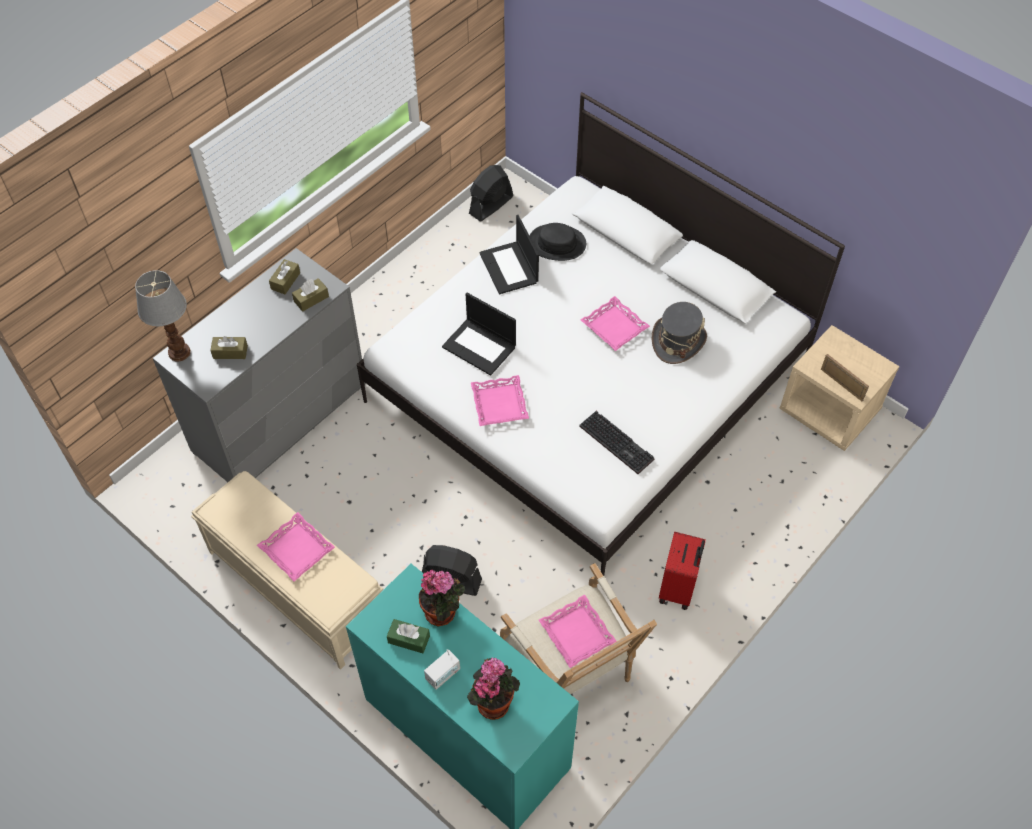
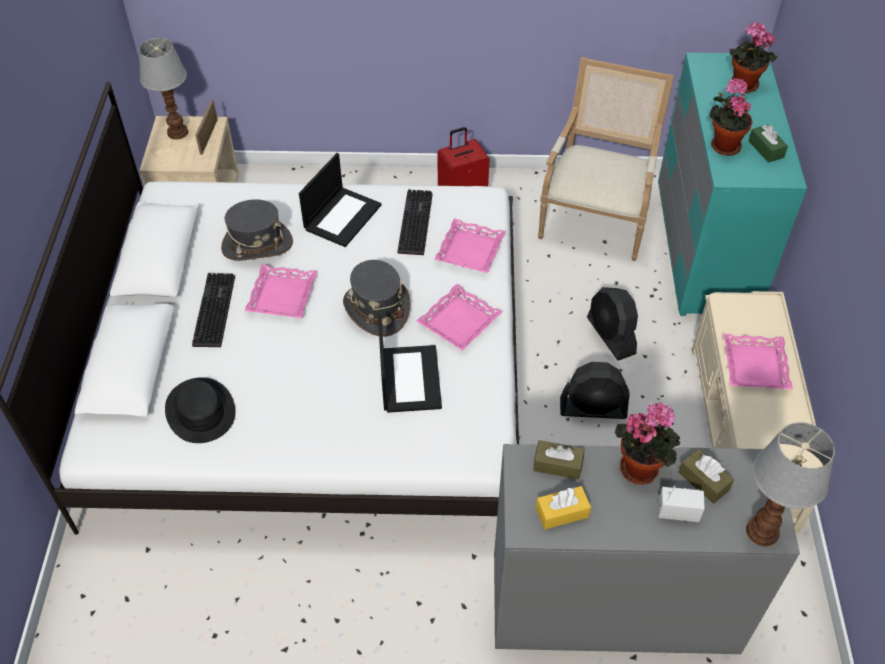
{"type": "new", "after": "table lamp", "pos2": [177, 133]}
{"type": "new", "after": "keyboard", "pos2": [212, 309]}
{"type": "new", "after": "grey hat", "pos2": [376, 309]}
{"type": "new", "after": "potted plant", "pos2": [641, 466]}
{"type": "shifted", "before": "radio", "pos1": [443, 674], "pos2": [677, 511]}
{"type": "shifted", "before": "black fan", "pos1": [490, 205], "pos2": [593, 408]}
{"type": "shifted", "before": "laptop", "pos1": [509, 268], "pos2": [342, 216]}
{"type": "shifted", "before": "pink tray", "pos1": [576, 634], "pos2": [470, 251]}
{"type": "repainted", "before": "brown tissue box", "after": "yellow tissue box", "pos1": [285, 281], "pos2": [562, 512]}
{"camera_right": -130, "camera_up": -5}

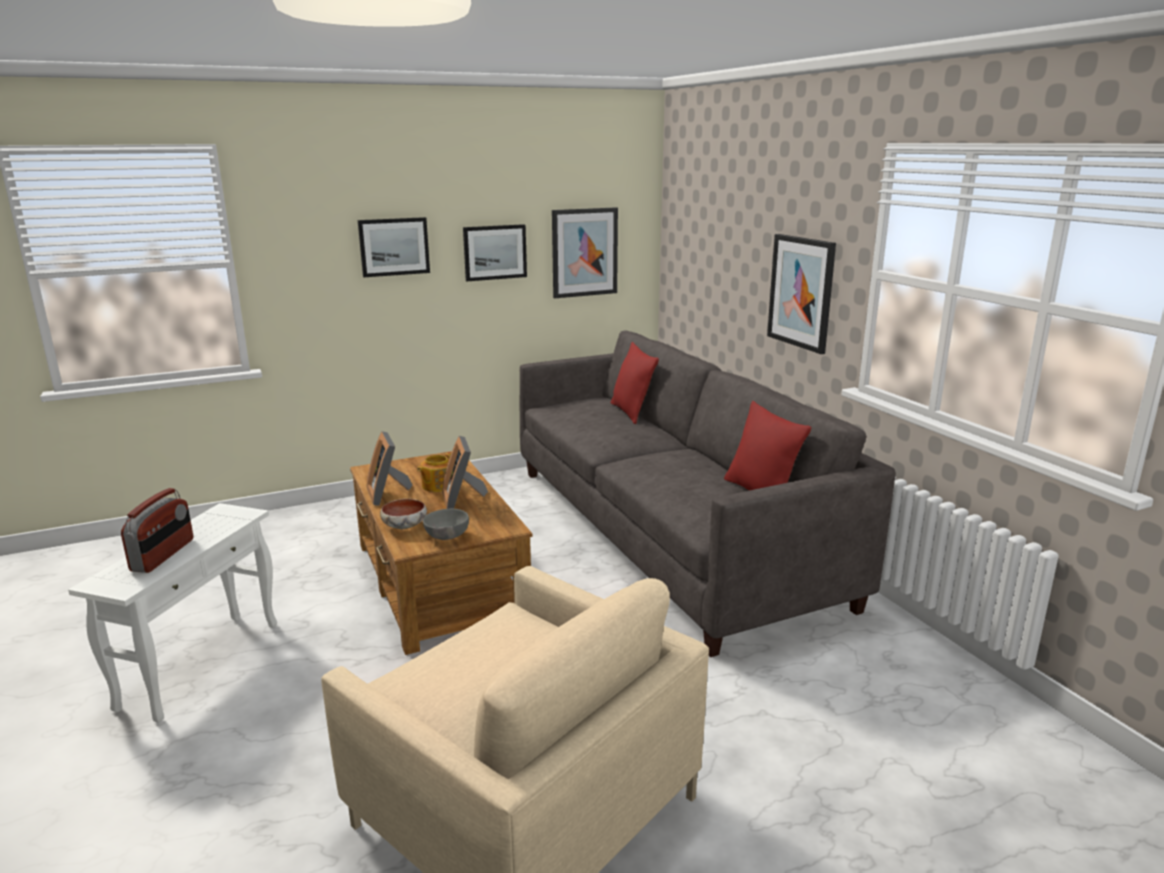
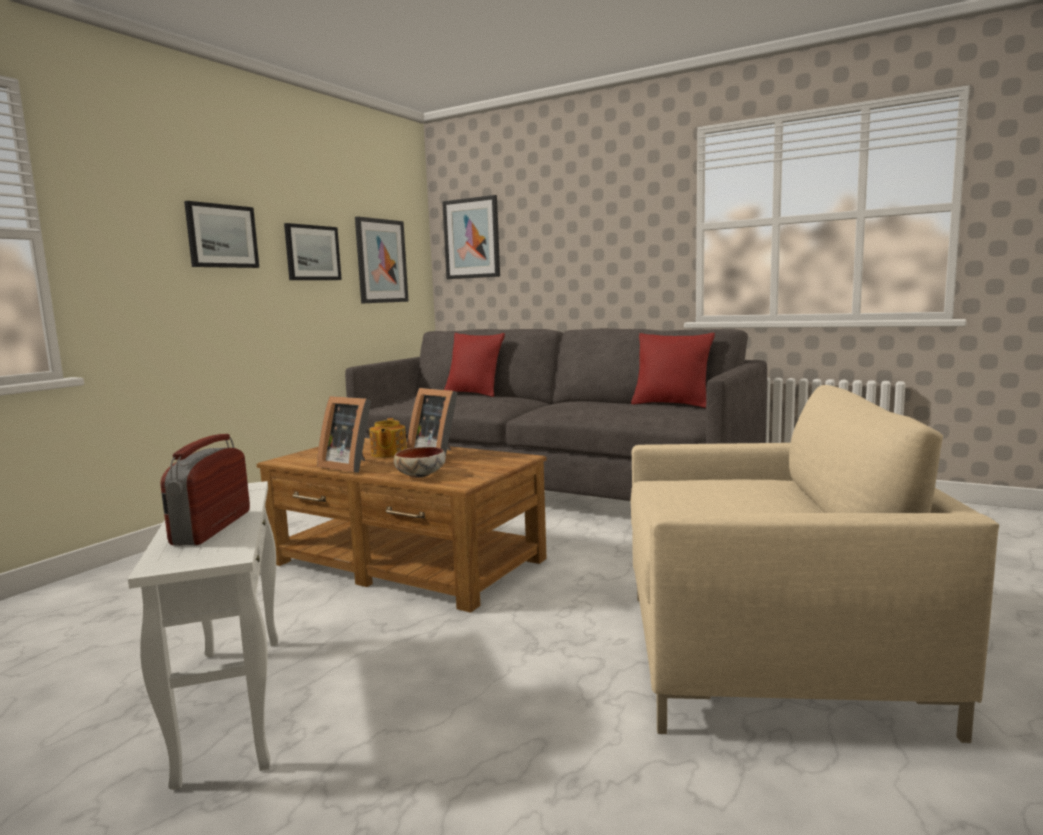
{"type": "gone", "before": "grey bowl", "pos1": [446, 537]}
{"type": "shifted", "before": "picture", "pos1": [801, 292], "pos2": [472, 238]}
{"type": "rotated", "before": "radio", "pos1": [163, 555], "pos2": [211, 528], "turn": -150}
{"camera_right": -35, "camera_up": -10}

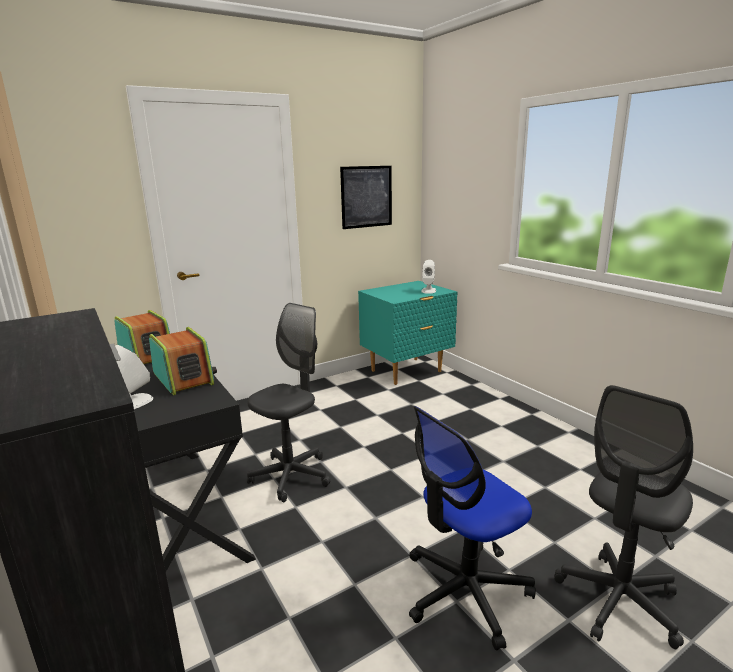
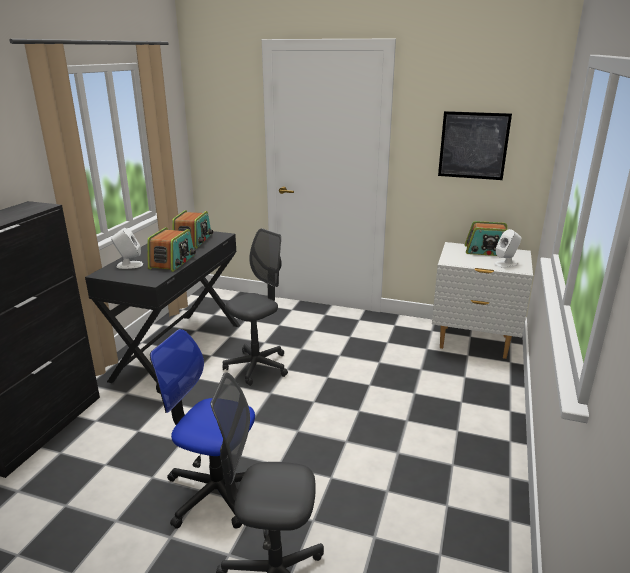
{"type": "new", "after": "radio", "pos2": [487, 251]}
{"type": "repainted", "before": "turquoise nightstand", "after": "white nightstand", "pos1": [406, 371], "pos2": [473, 342]}
{"type": "rotated", "before": "grey office chair", "pos1": [291, 476], "pos2": [257, 367], "turn": -45}
{"camera_right": 50, "camera_up": 5}

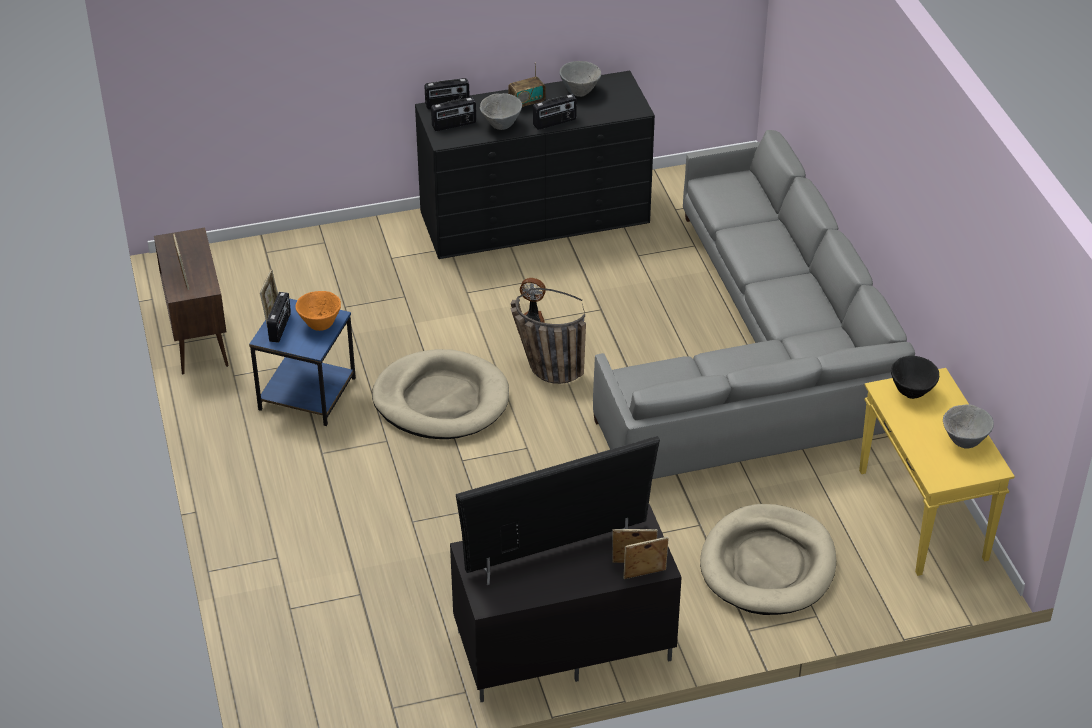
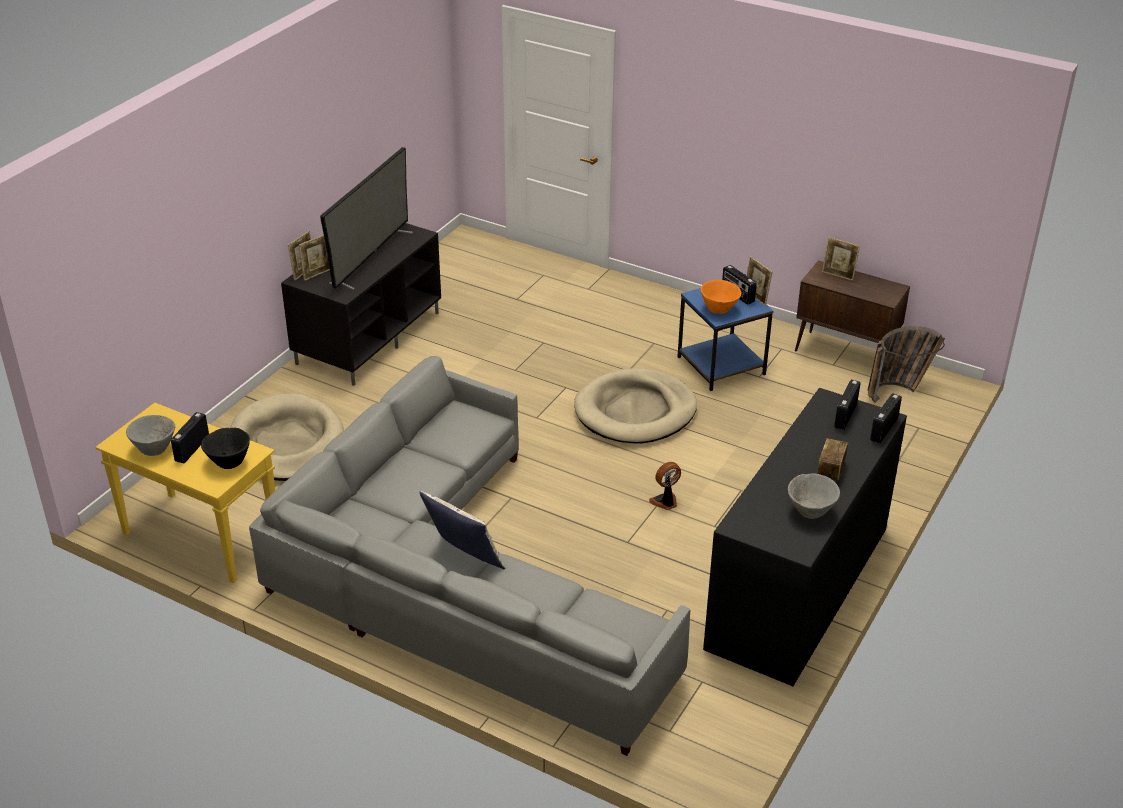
{"type": "gone", "before": "grey bowl", "pos1": [501, 125]}
{"type": "new", "after": "pillow", "pos2": [464, 559]}
{"type": "shifted", "before": "basket", "pos1": [544, 369], "pos2": [898, 391]}
{"type": "shifted", "before": "radio", "pos1": [555, 122], "pos2": [191, 448]}
{"camera_right": 135, "camera_up": -5}

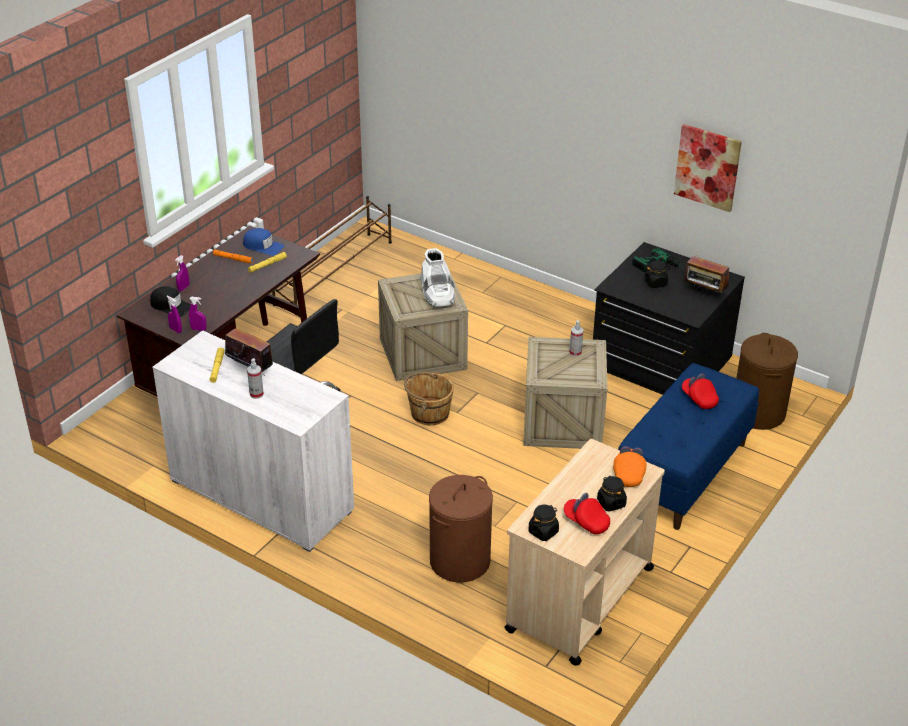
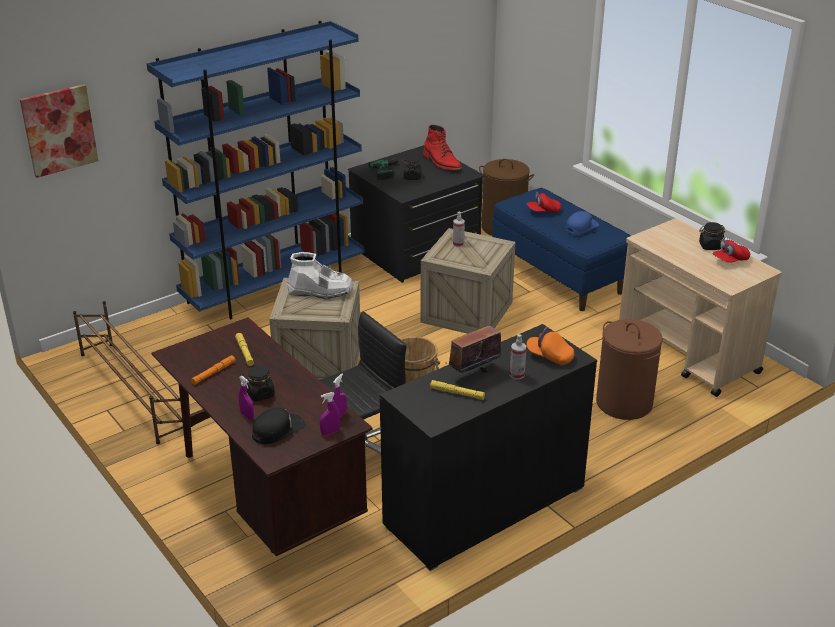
{"type": "new", "after": "blue bookcase", "pos2": [274, 287]}
{"type": "shifted", "before": "blue cap", "pos1": [263, 246], "pos2": [581, 227]}
{"type": "shifted", "before": "black jar", "pos1": [543, 532], "pos2": [260, 394]}
{"type": "shifted", "before": "orange cap", "pos1": [628, 473], "pos2": [550, 356]}
{"type": "shifted", "before": "picture", "pos1": [707, 167], "pos2": [59, 130]}
{"type": "swapped", "before": "radio", "after": "red boot", "pos1": [704, 294], "pos2": [442, 163]}
{"type": "repainted", "before": "white cabinet", "after": "black cabinet", "pos1": [261, 495], "pos2": [484, 507]}
{"camera_right": -70, "camera_up": -5}

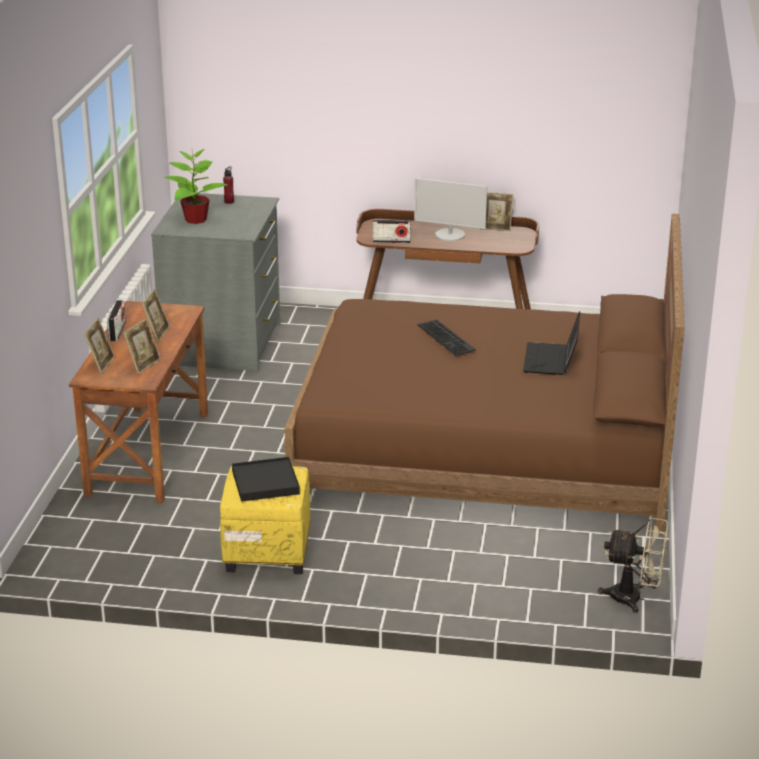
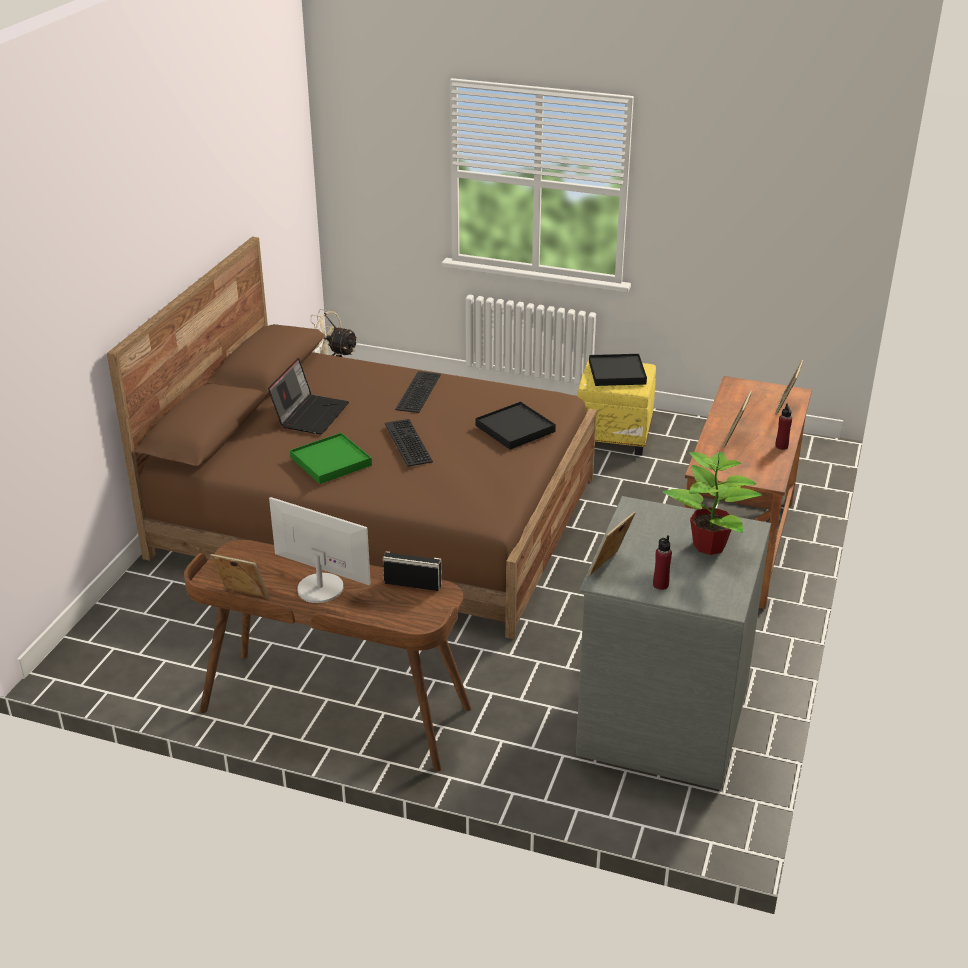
{"type": "new", "after": "green tray", "pos2": [331, 461]}
{"type": "new", "after": "keyboard", "pos2": [417, 391]}
{"type": "new", "after": "black tray", "pos2": [515, 428]}
{"type": "shifted", "before": "picture frame", "pos1": [144, 365], "pos2": [610, 566]}
{"type": "swapped", "before": "radio", "after": "red bottle", "pos1": [117, 331], "pos2": [781, 446]}
{"camera_right": -170, "camera_up": 5}

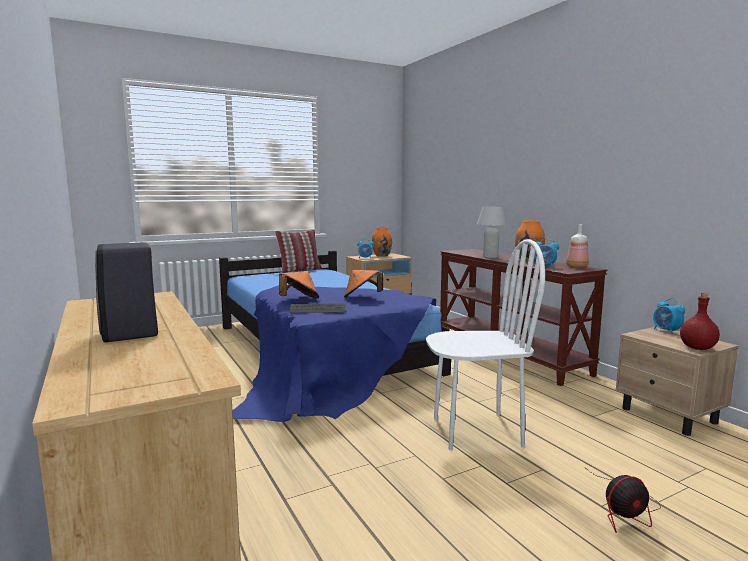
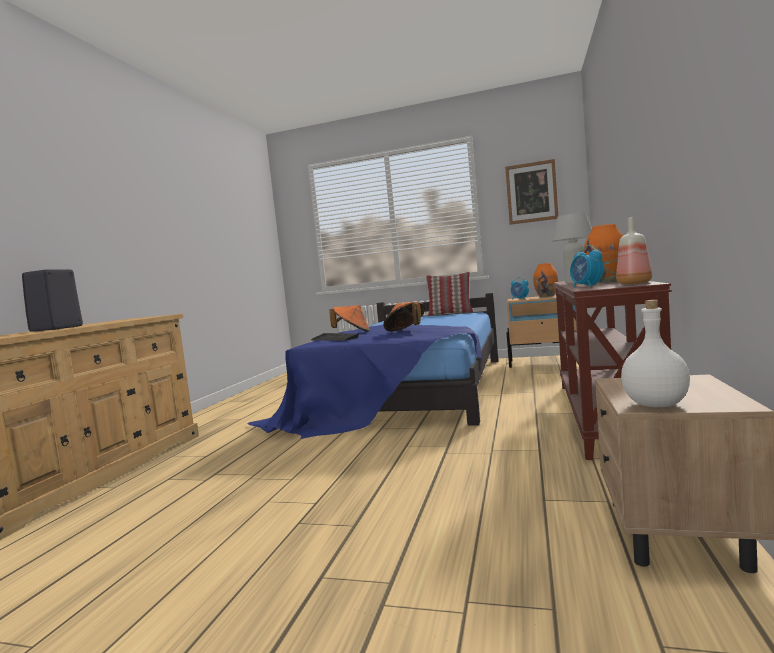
{"type": "gone", "before": "white chair", "pos1": [476, 431]}
{"type": "gone", "before": "fan", "pos1": [625, 510]}
{"type": "gone", "before": "alarm clock", "pos1": [666, 331]}
{"type": "new", "after": "picture", "pos2": [531, 192]}
{"type": "repainted", "before": "red bottle", "after": "white bottle", "pos1": [698, 348], "pos2": [657, 405]}
{"camera_right": 45, "camera_up": -5}

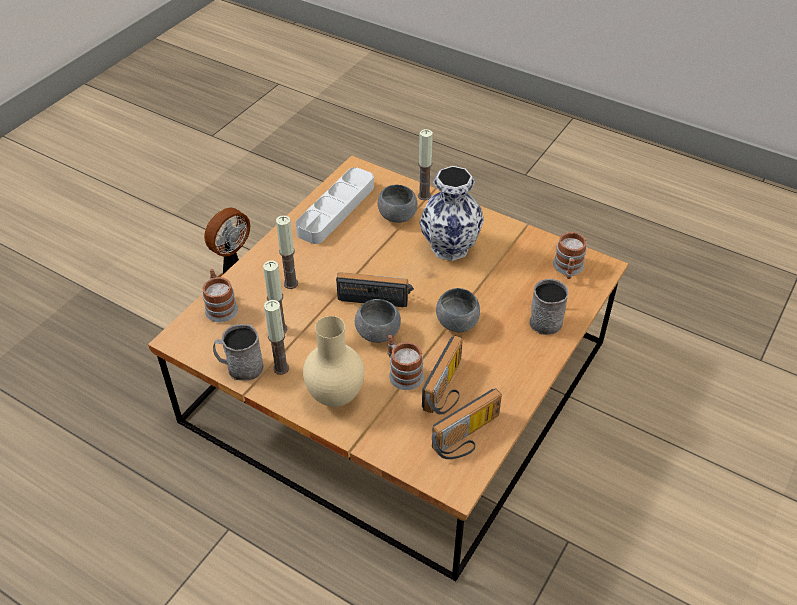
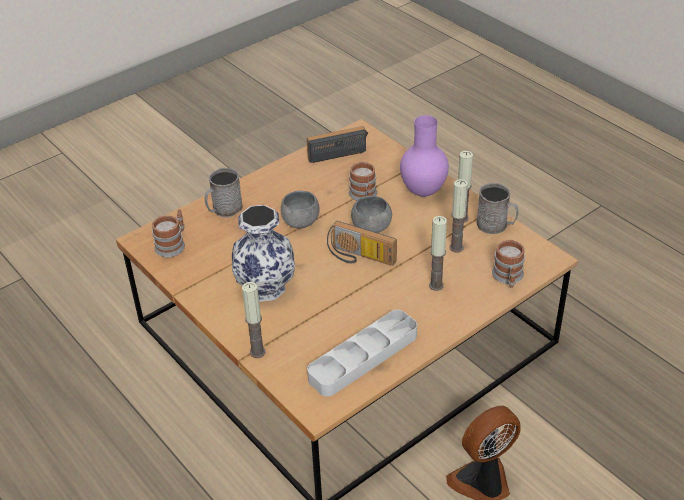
{"type": "gone", "before": "grey bowl", "pos1": [397, 216]}
{"type": "gone", "before": "radio", "pos1": [448, 389]}
{"type": "repainted", "before": "beige vase", "after": "purple vase", "pos1": [336, 398], "pos2": [423, 191]}
{"camera_right": -160, "camera_up": -5}

